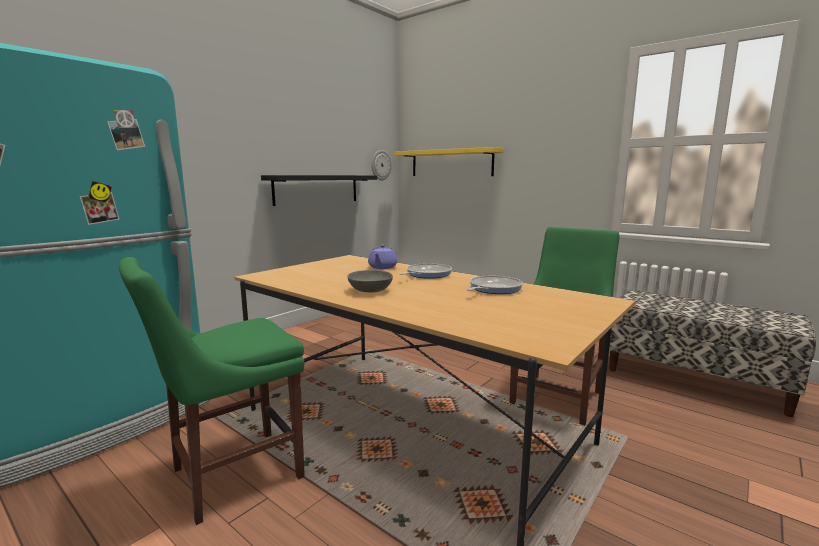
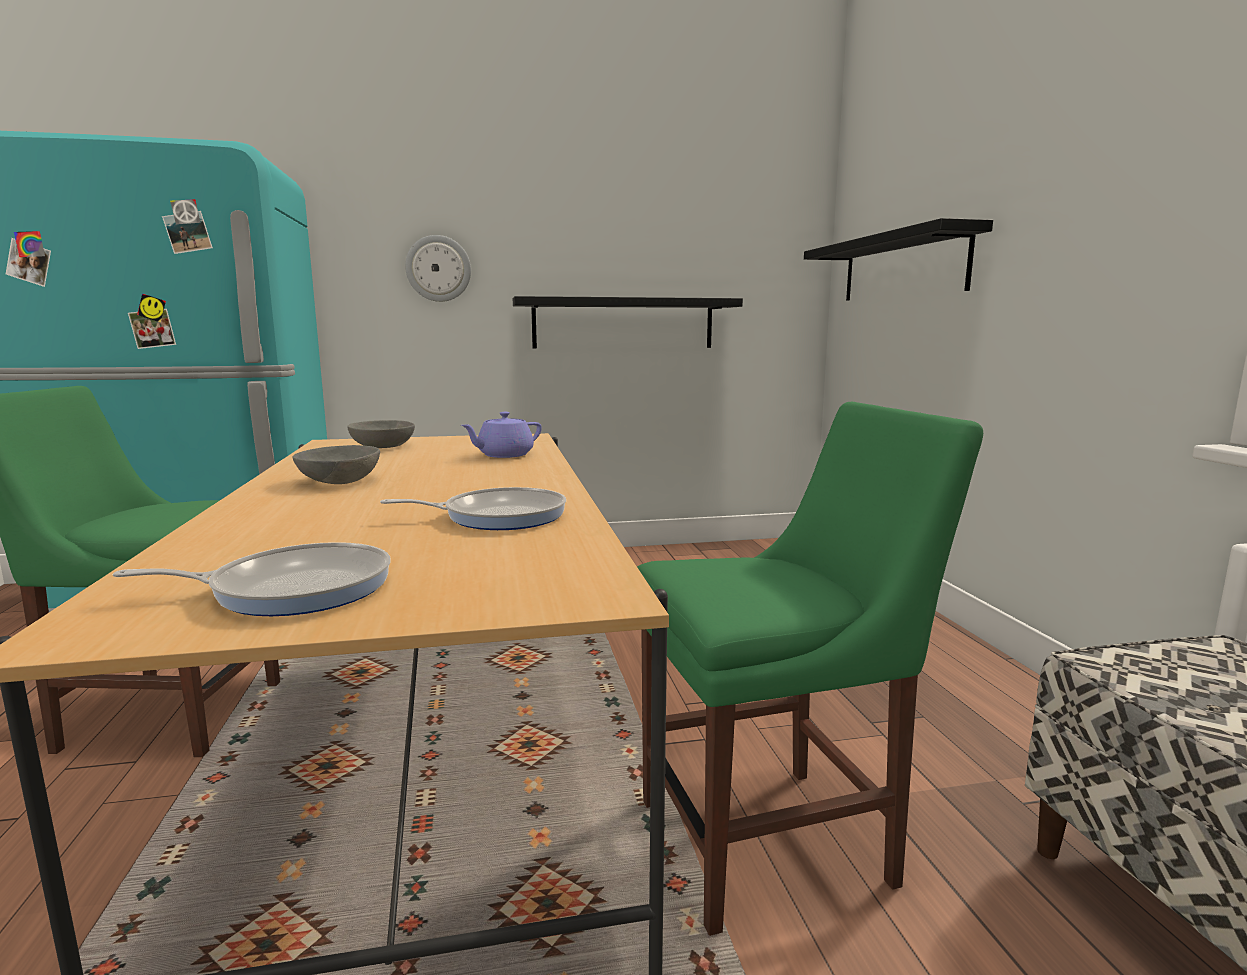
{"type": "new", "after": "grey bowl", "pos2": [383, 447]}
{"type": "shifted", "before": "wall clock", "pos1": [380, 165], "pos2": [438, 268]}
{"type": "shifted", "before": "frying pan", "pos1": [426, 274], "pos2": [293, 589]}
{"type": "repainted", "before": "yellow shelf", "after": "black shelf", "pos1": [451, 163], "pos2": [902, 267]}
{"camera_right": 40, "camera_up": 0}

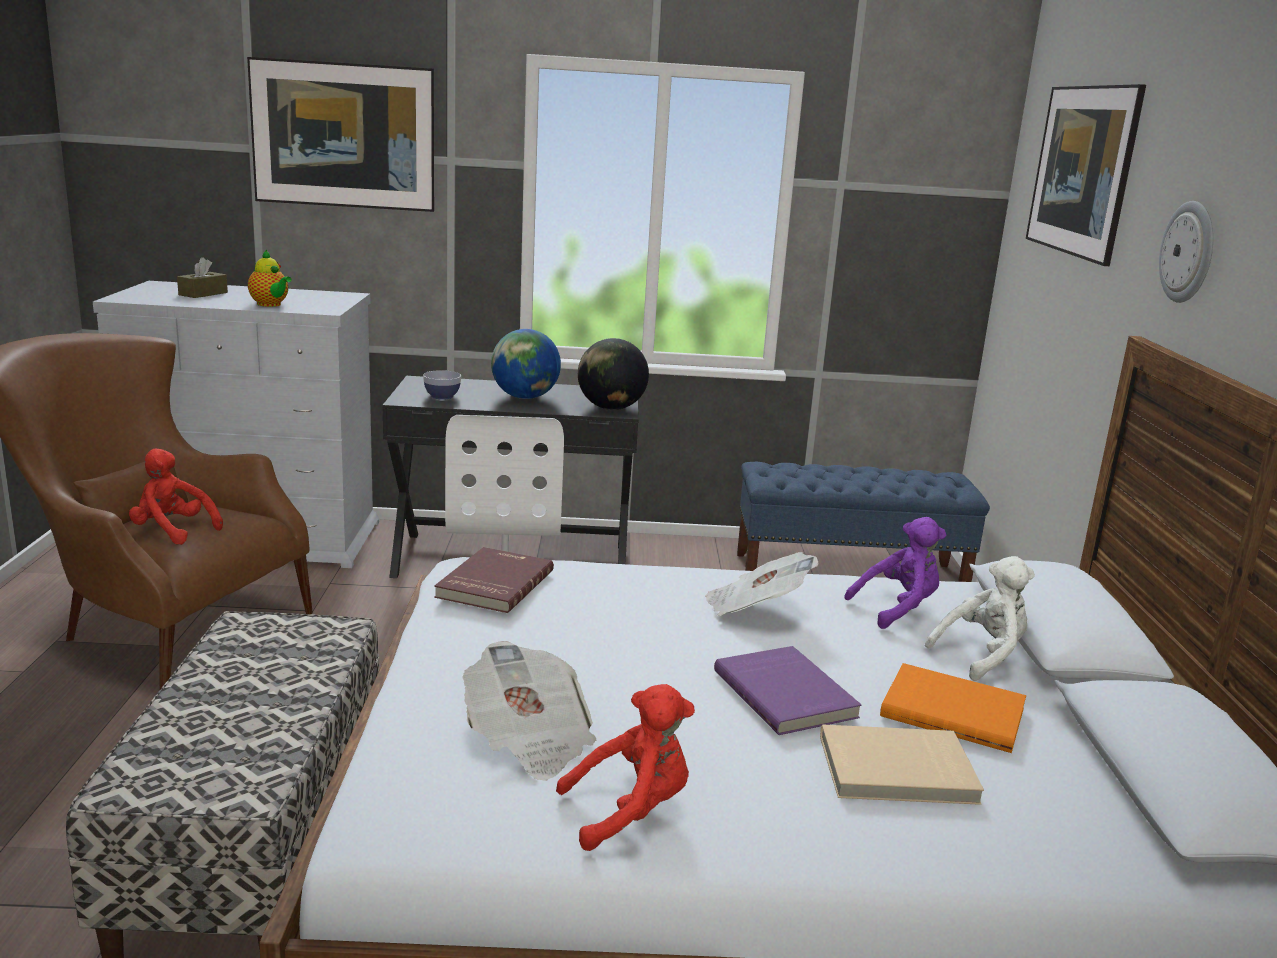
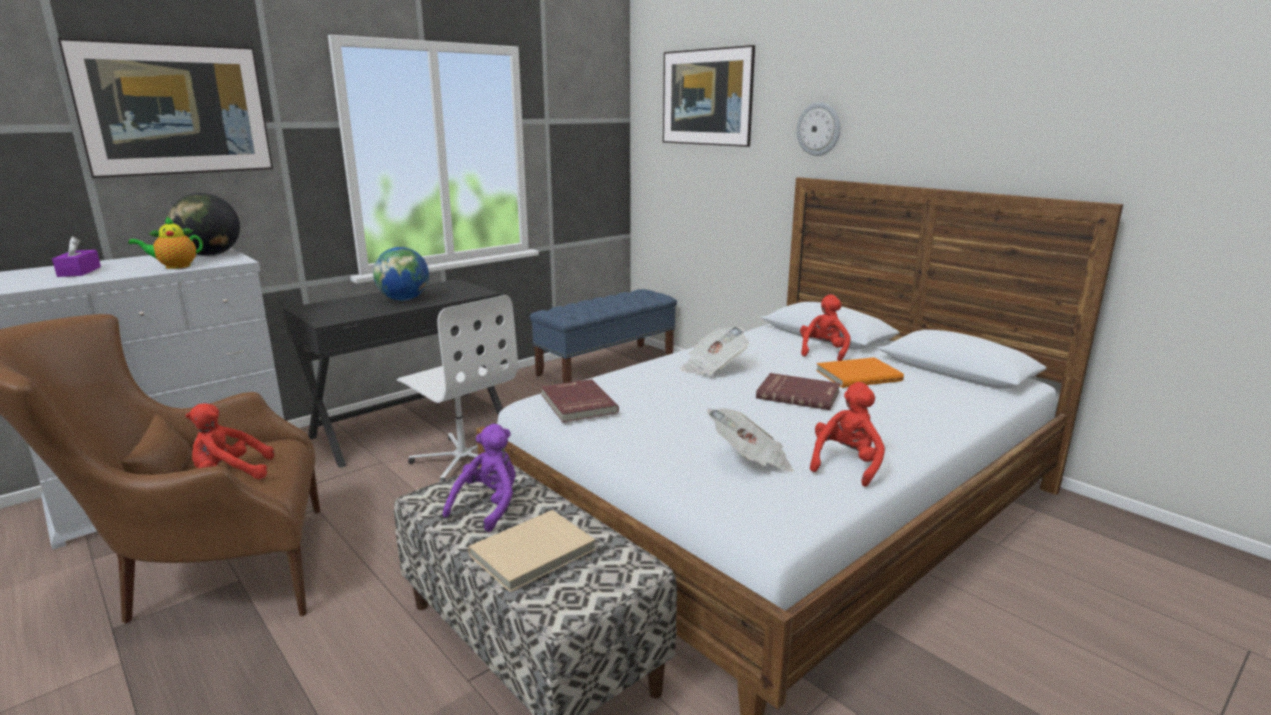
{"type": "gone", "before": "bowl", "pos1": [442, 396]}
{"type": "shifted", "before": "globe", "pos1": [611, 408], "pos2": [210, 255]}
{"type": "shifted", "before": "beige book", "pos1": [897, 771], "pos2": [534, 553]}
{"type": "shifted", "before": "purple plush toy", "pos1": [897, 609], "pos2": [489, 507]}
{"type": "repainted", "before": "brown tissue box", "after": "purple tissue box", "pos1": [203, 294], "pos2": [79, 272]}
{"type": "repainted", "before": "purple book", "after": "red book", "pos1": [787, 694], "pos2": [798, 394]}
{"type": "repainted", "before": "white plush toy", "after": "red plush toy", "pos1": [982, 656], "pos2": [823, 352]}
{"type": "rotated", "before": "teapot", "pos1": [270, 305], "pos2": [175, 266], "turn": 150}
{"camera_right": -40, "camera_up": 0}

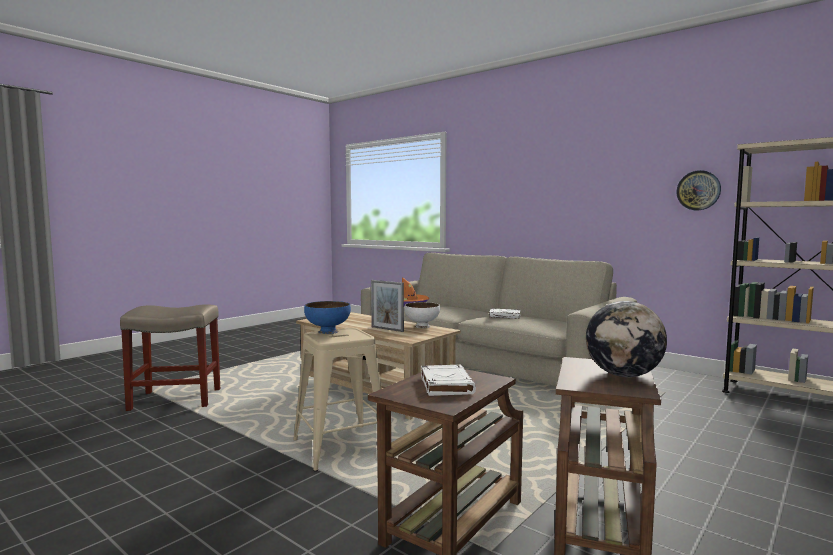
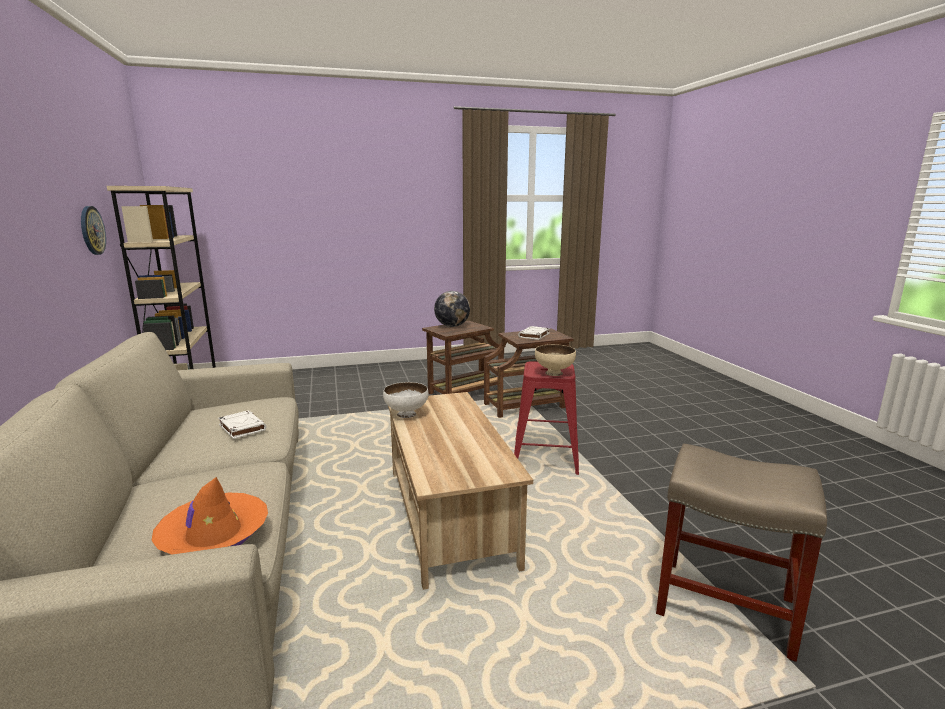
{"type": "gone", "before": "picture frame", "pos1": [387, 329]}
{"type": "repainted", "before": "beige stool", "after": "red stool", "pos1": [341, 447], "pos2": [545, 458]}
{"type": "repainted", "before": "blue bowl", "after": "beige bowl", "pos1": [327, 332], "pos2": [554, 373]}
{"camera_right": -145, "camera_up": 10}

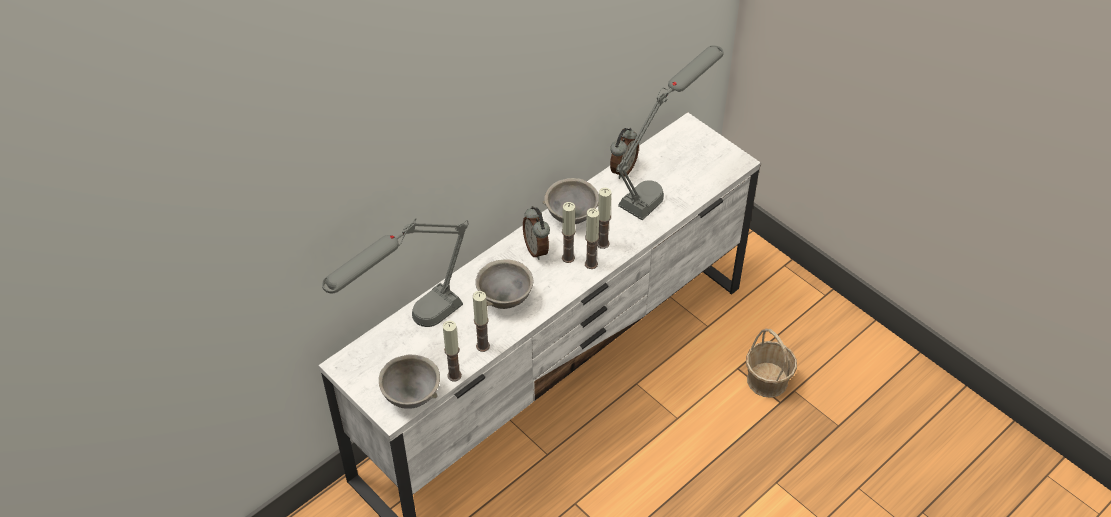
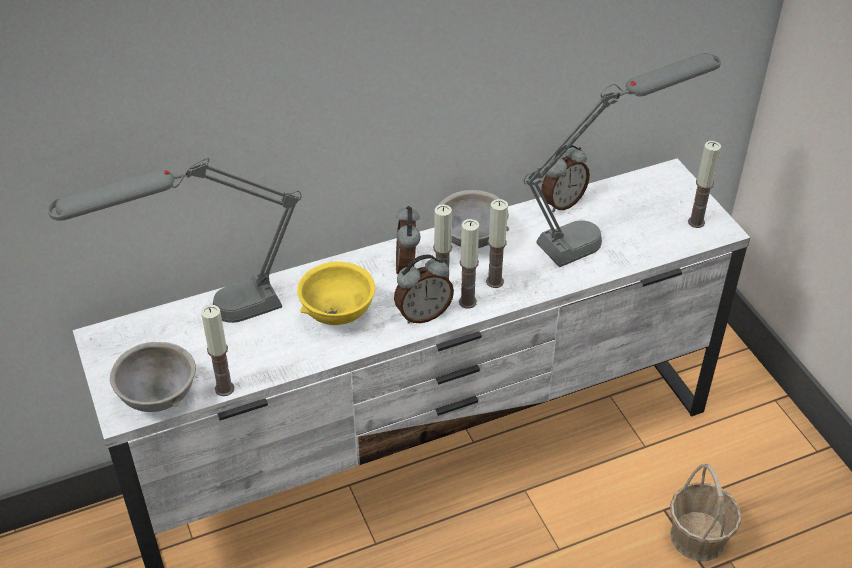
{"type": "new", "after": "alarm clock", "pos2": [423, 314]}
{"type": "shifted", "before": "candle", "pos1": [483, 346], "pos2": [696, 222]}
{"type": "repainted", "before": "grey bowl", "after": "yellow bowl", "pos1": [504, 298], "pos2": [337, 313]}
{"camera_right": 20, "camera_up": -5}

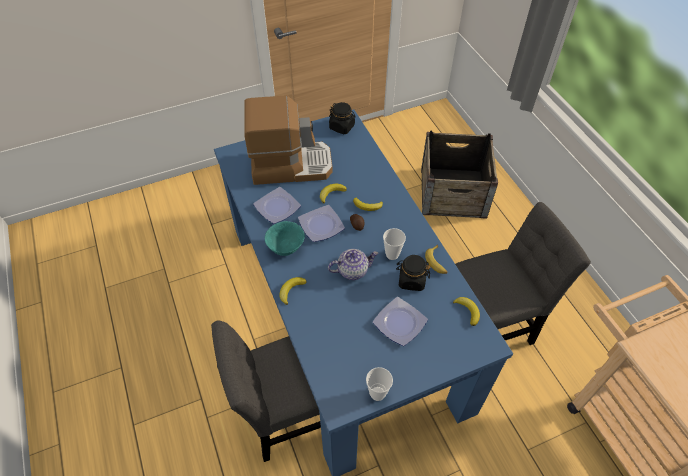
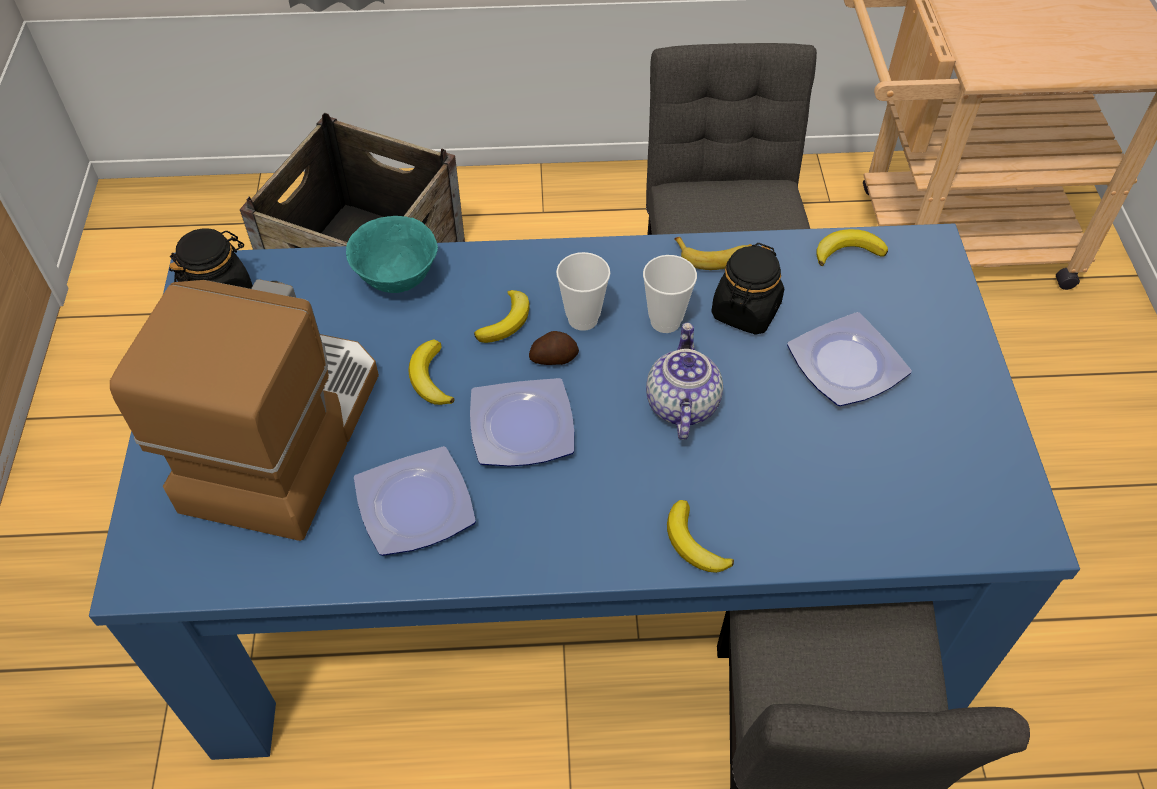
{"type": "shifted", "before": "turquoise bowl", "pos1": [286, 248], "pos2": [397, 278]}
{"type": "shifted", "before": "cup", "pos1": [377, 393], "pos2": [583, 319]}
{"camera_right": -70, "camera_up": 0}

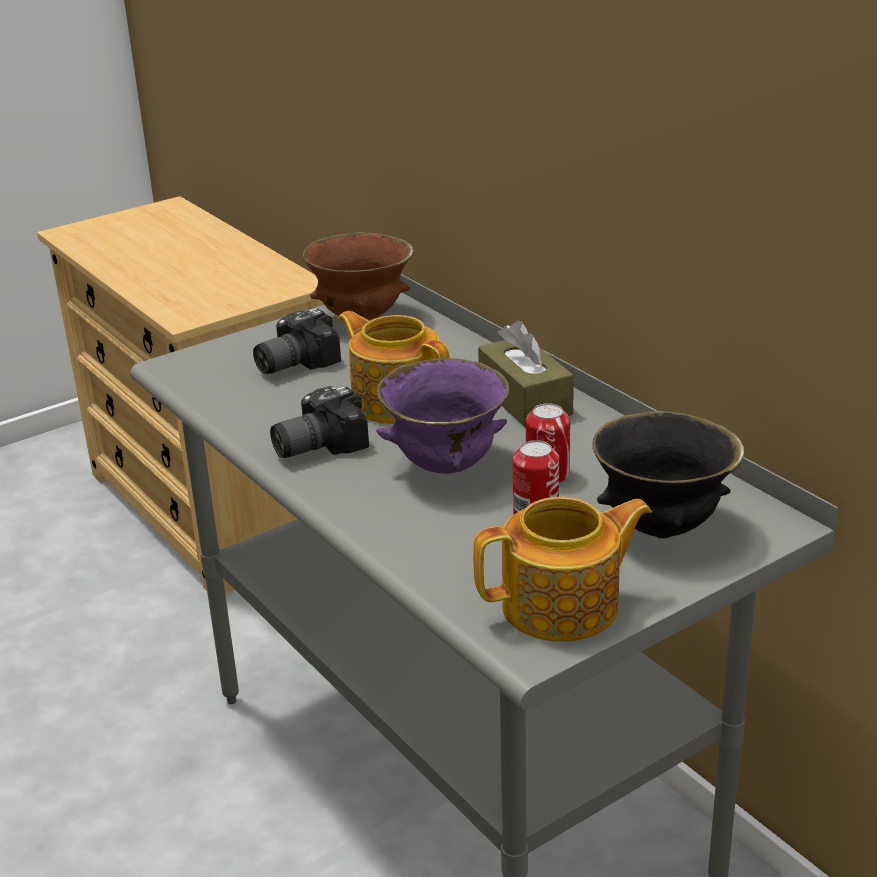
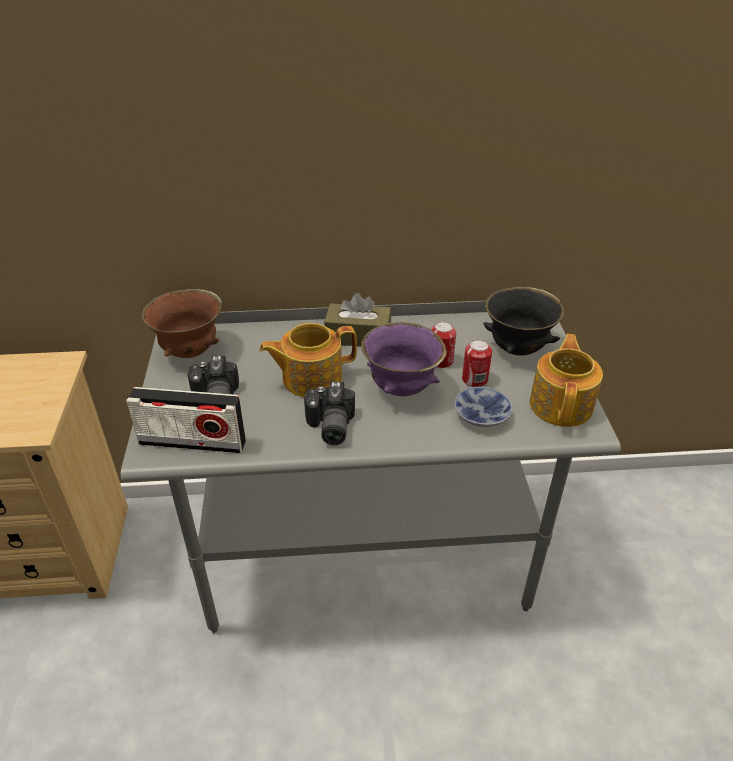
{"type": "new", "after": "radio", "pos2": [192, 442]}
{"type": "new", "after": "bowl", "pos2": [483, 417]}
{"camera_right": -60, "camera_up": 10}

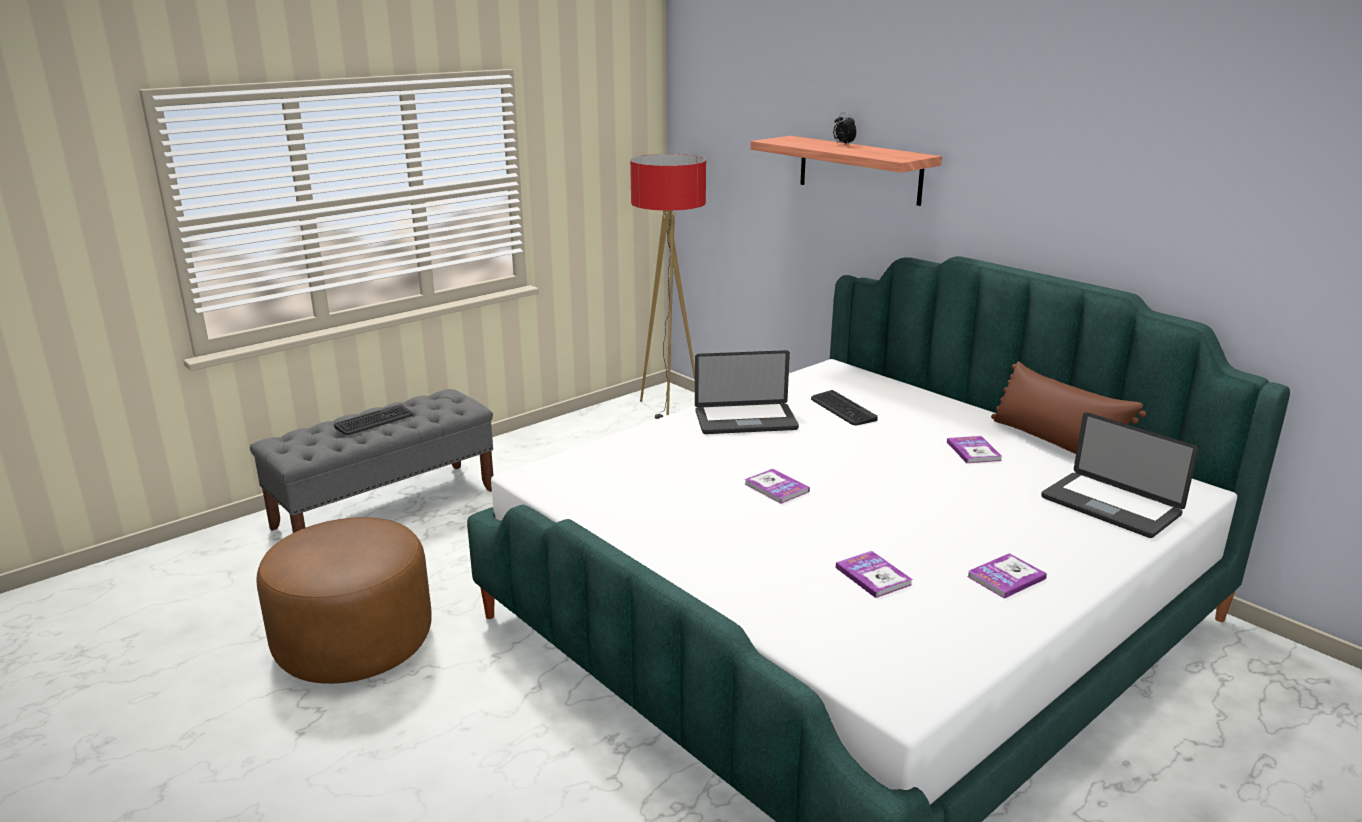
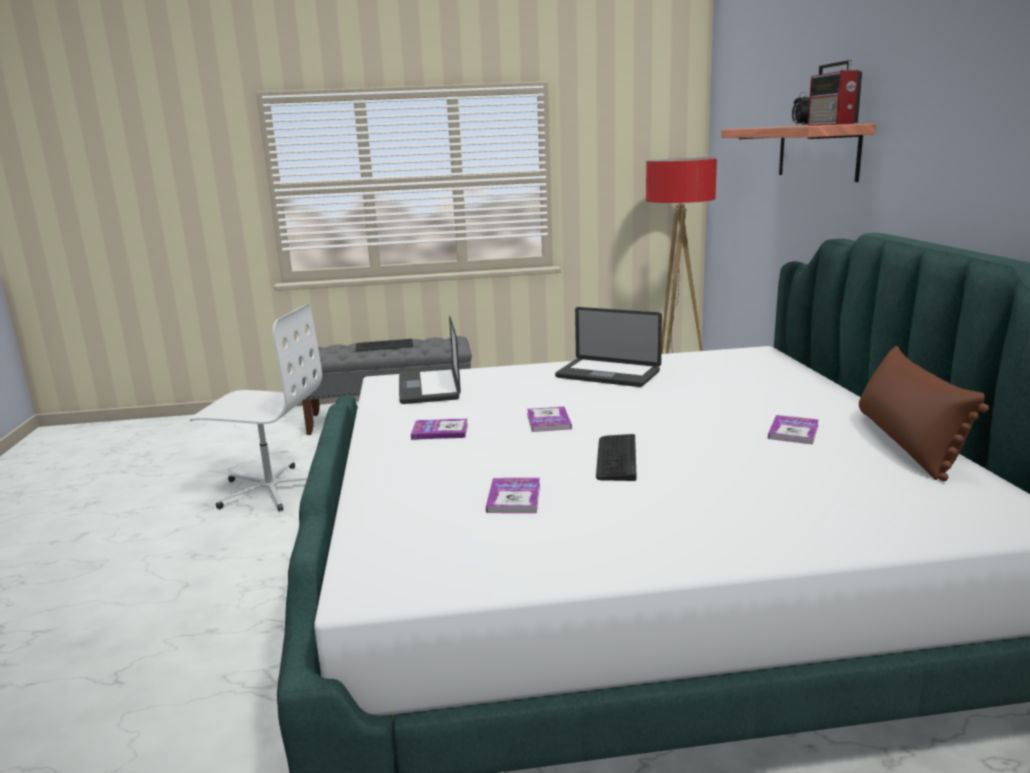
{"type": "new", "after": "radio", "pos2": [831, 124]}
{"type": "shifted", "before": "keyboard", "pos1": [842, 409], "pos2": [616, 458]}
{"type": "shifted", "before": "book", "pos1": [1006, 577], "pos2": [440, 431]}
{"type": "shifted", "before": "laptop", "pos1": [1110, 506], "pos2": [429, 387]}
{"type": "swapped", "before": "brown ottoman", "after": "white office chair", "pos1": [355, 643], "pos2": [270, 489]}
{"camera_right": 35, "camera_up": -5}

